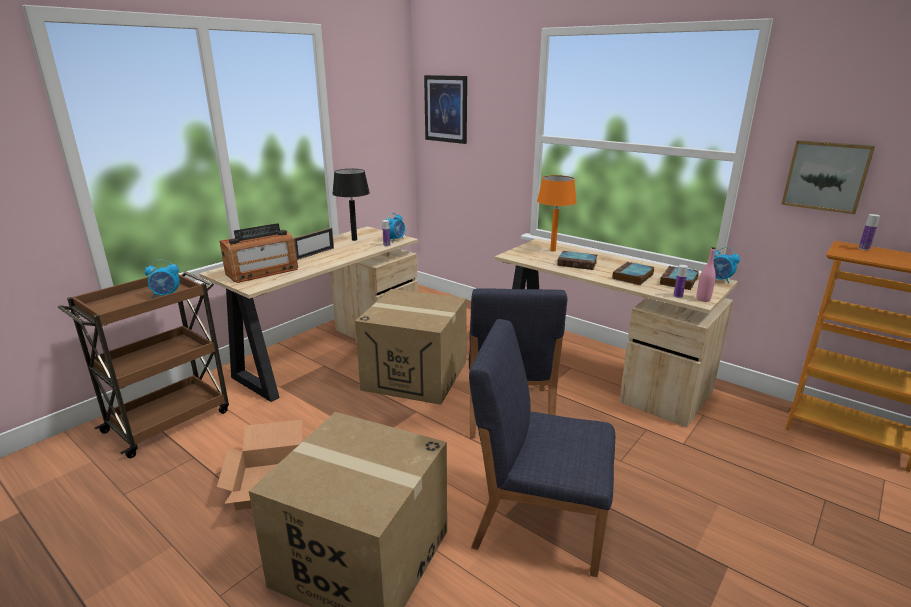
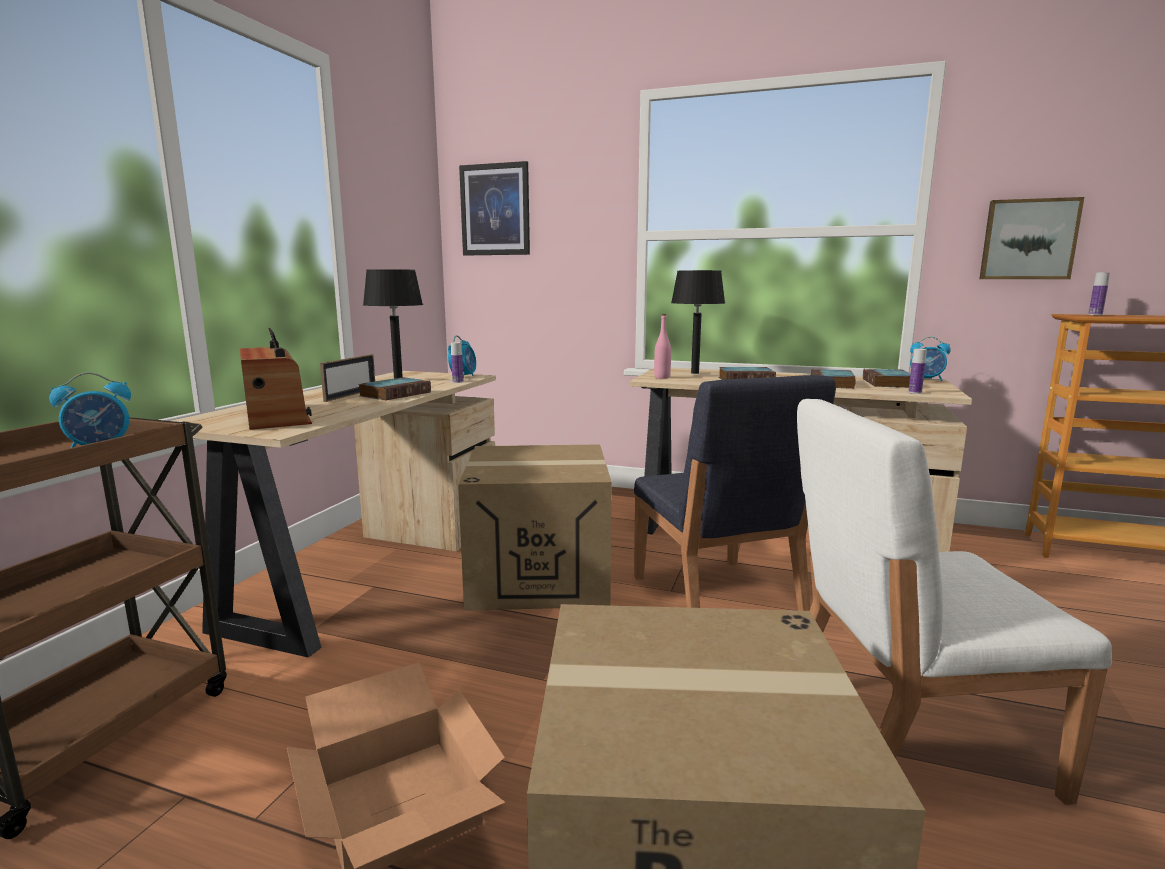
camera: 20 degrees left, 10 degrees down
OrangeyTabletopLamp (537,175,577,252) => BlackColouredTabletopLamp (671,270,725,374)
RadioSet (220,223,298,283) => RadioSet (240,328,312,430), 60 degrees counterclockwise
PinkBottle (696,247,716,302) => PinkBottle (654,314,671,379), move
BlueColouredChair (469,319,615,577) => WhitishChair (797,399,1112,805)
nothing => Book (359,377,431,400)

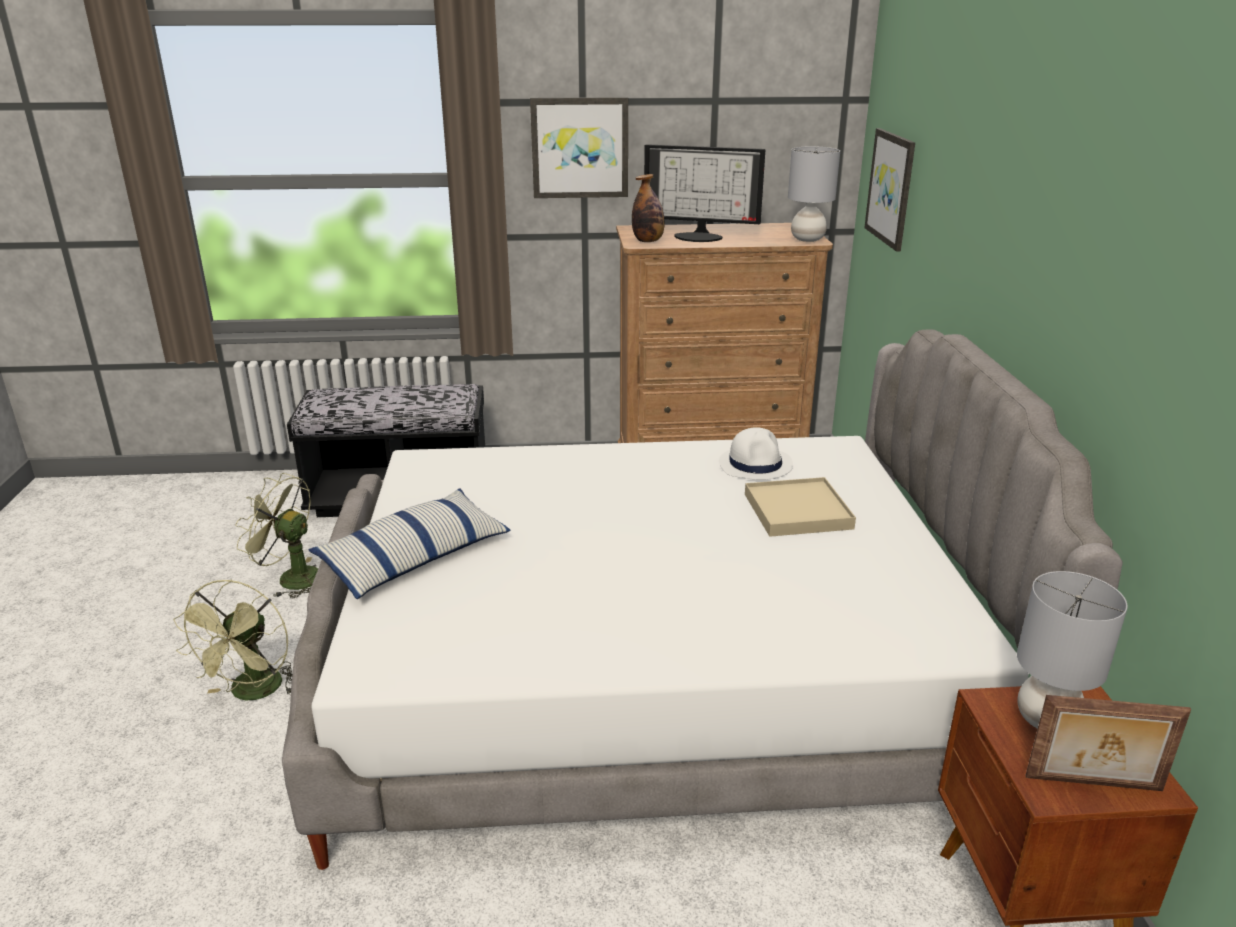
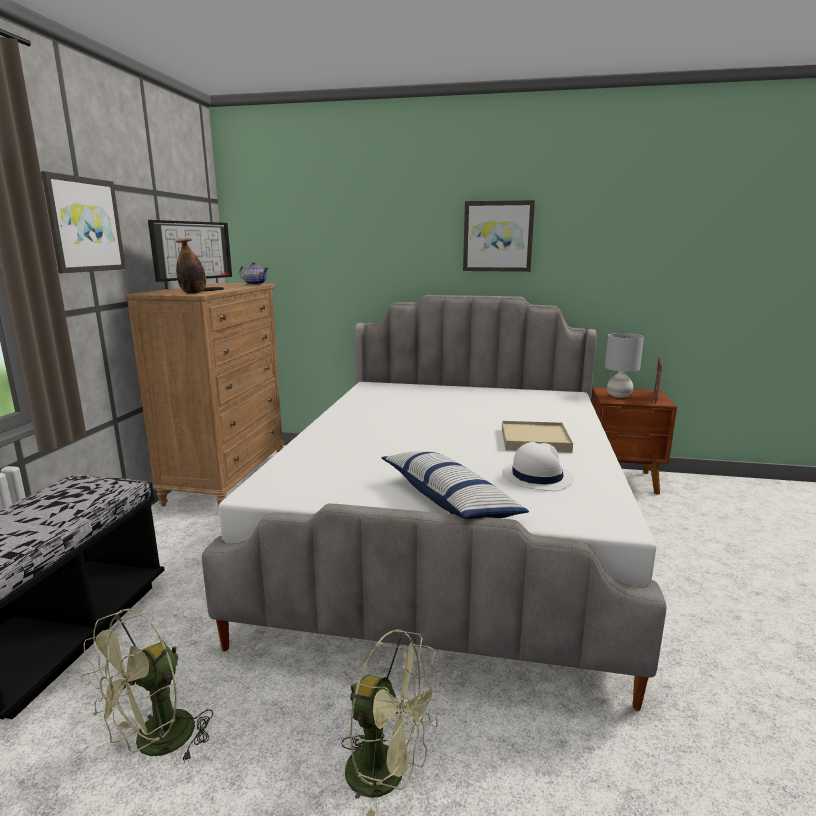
camera: 75 degrees left, 10 degrees down
Picture (864,128,915,252) => Picture (463,200,535,272), move
GreyTabletopLamp (788,146,840,242) => Teapot (240,262,269,285)
WhitishWearableHat (719,427,793,480) => WhitishWearableHat (502,442,574,491), move
SandColouredServingTray (745,477,856,537) => SandColouredServingTray (502,421,573,453), move

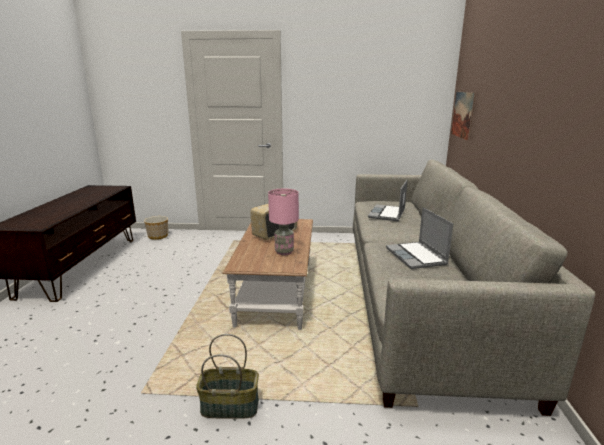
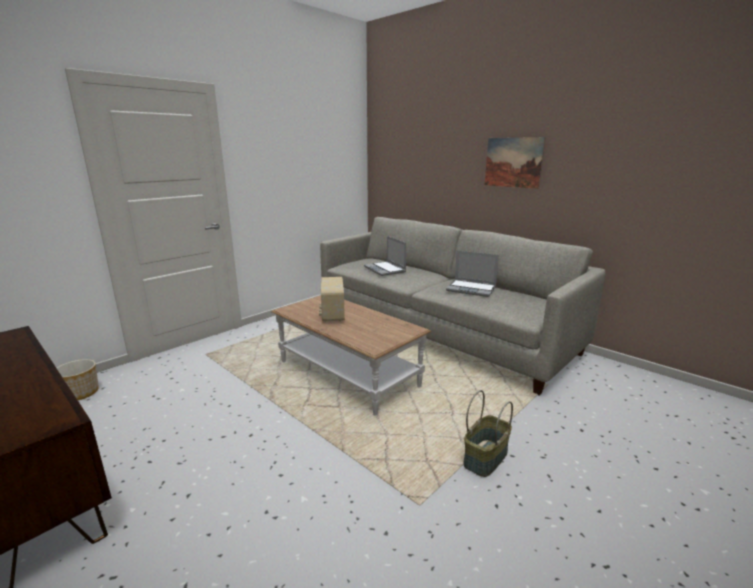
camera: 50 degrees left, 0 degrees up
Picture (451,92,476,141) => Picture (485,137,546,189), move
PinkTabletopLamp (268,189,299,255) => nothing

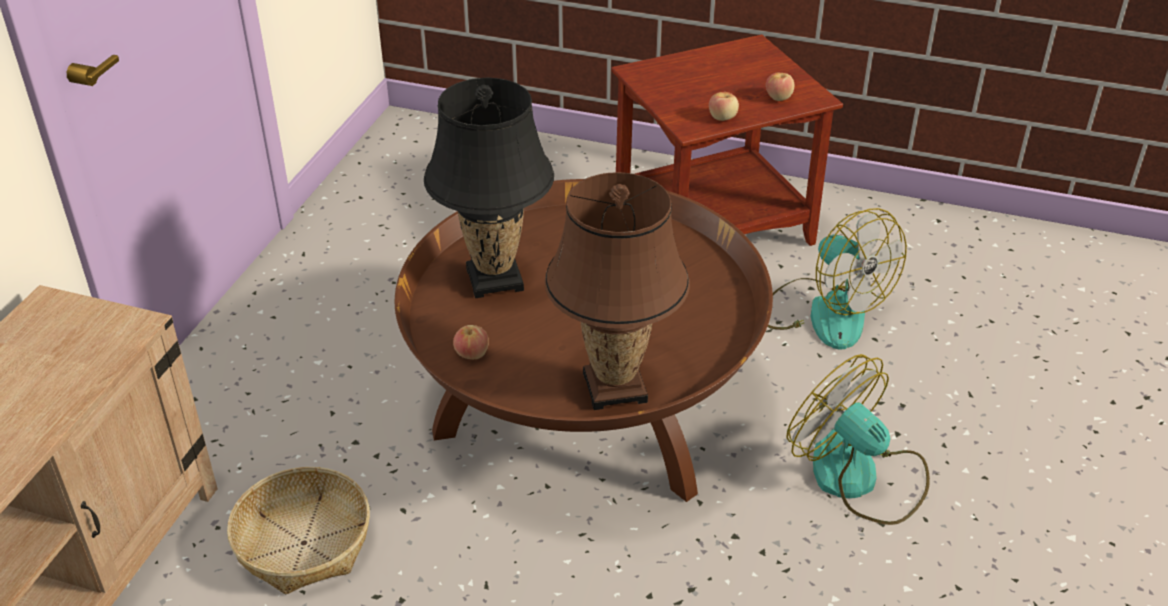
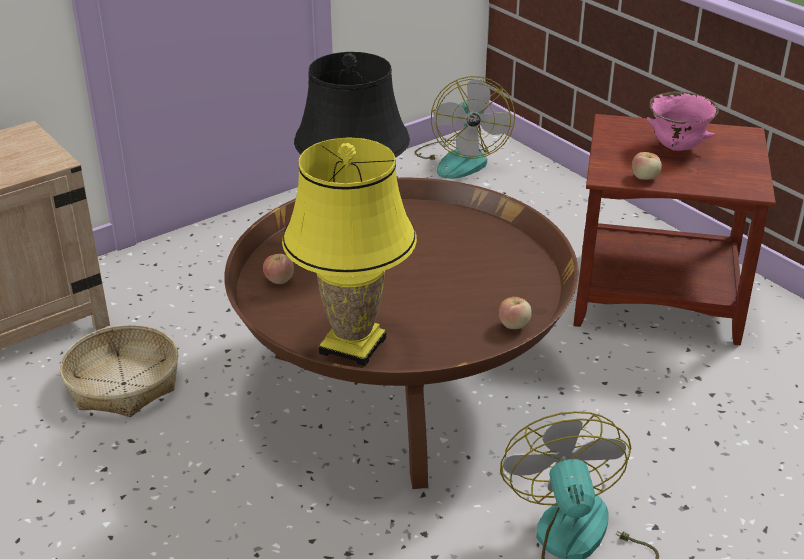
camera: 35 degrees right, 5 degrees down
WholeApple (766,73,794,101) => WholeApple (498,297,532,329), move
BrownColouredTabletopLamp (544,172,690,410) => YellowTabletopLamp (282,137,417,367)
CoolingFan (767,208,907,349) => CoolingFan (415,76,515,179), move
nothing => PinkServingBowl (647,91,719,151)

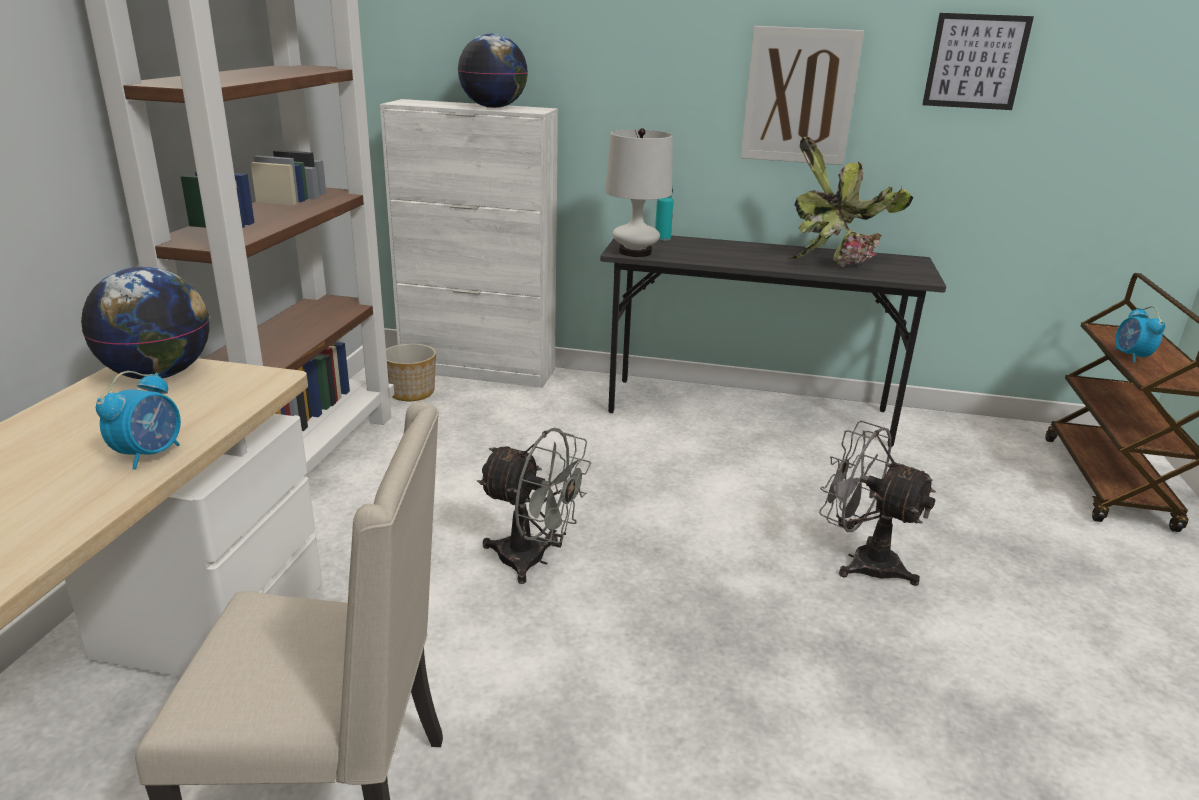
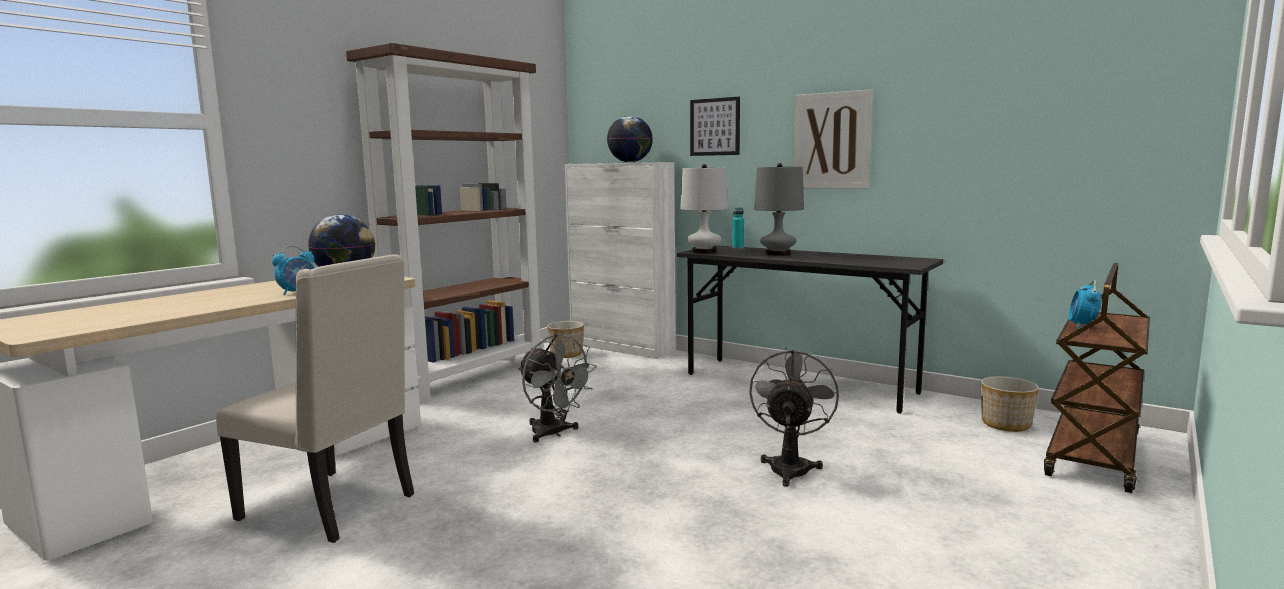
camera: 25 degrees right, 15 degrees down
Picture (922,13,1034,110) => Picture (690,97,740,156), move
Houseplant (788,137,913,267) => nothing
GreyCoolingFan (819,421,936,586) => GreyCoolingFan (749,347,839,487), 45 degrees clockwise
nothing => GreyTabletopLamp (754,163,804,256)
nothing => Planter (981,376,1039,432)

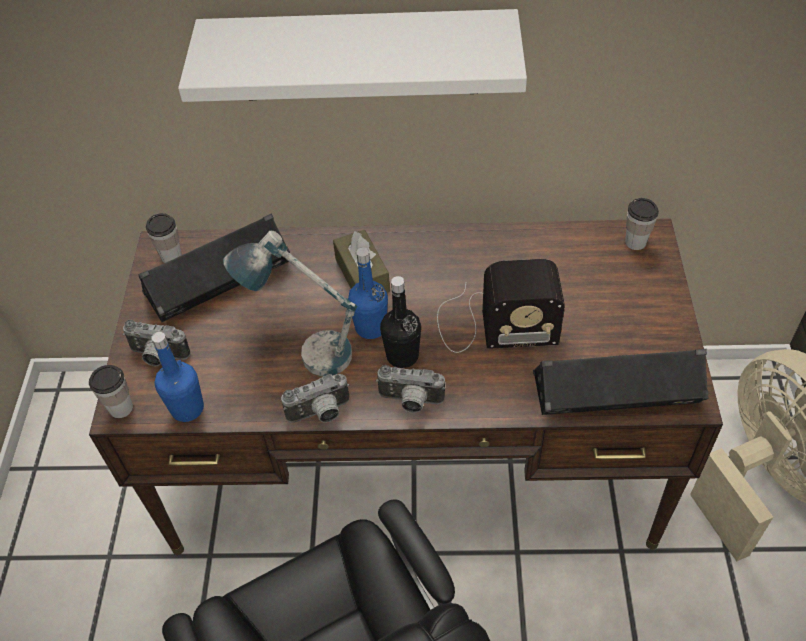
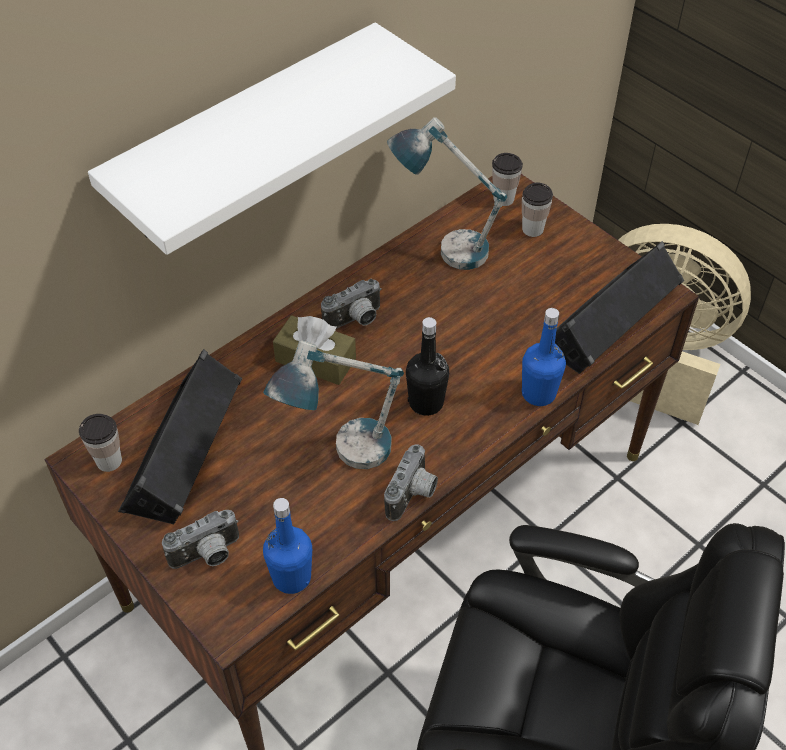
camera: 45 degrees left, 0 degrees up
BlueColouredBottle (348,247,388,339) => BlueColouredBottle (522,308,566,406), move
RadioSet (437,259,565,353) => nothing
Cup (89,365,133,418) => Cup (522,183,553,237), move
StillCamera (376,365,445,413) => StillCamera (321,279,382,329), move
nothing => TabletopLamp (387,117,507,270)

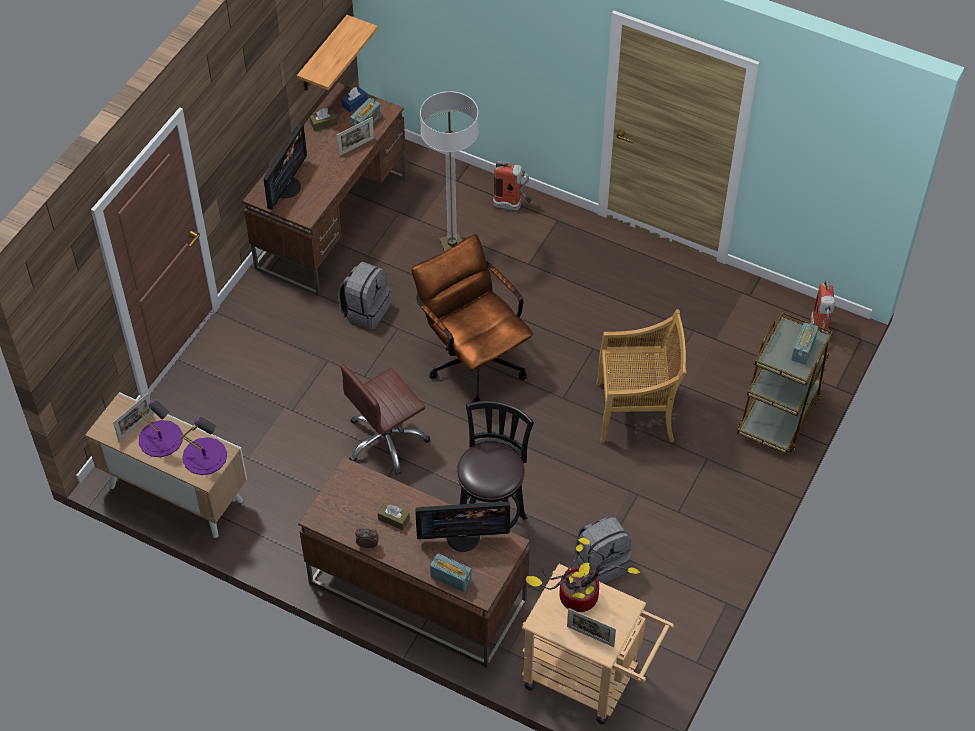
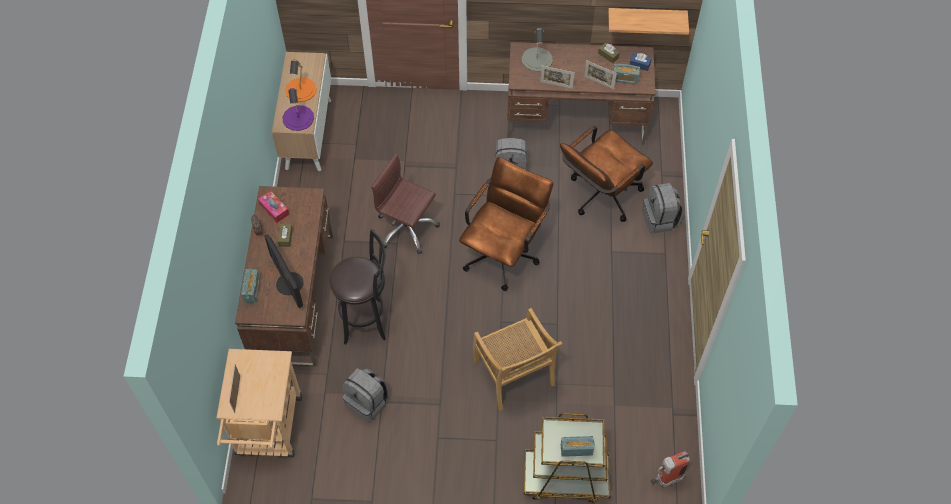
camera: 65 degrees right, 5 degrees up
FloorLamp (420,91,479,252) => BrownColouredComputerChair (560,126,653,222)
ComputerDisplay (264,124,307,210) => GreyTabletopLamp (522,28,553,72)
Extinguisher (493,161,532,211) => GreyBackpack (643,183,683,234)
PhotoFrame (113,393,154,442) => PhotoFrame (540,65,575,89), move
PurpleColouredTabletopLamp (139,400,183,457) => OrangeyTabletopLamp (285,59,317,102)
Houseplant (526,538,640,612) => nothing
nothing => BoxOfTissues (258,191,289,223)

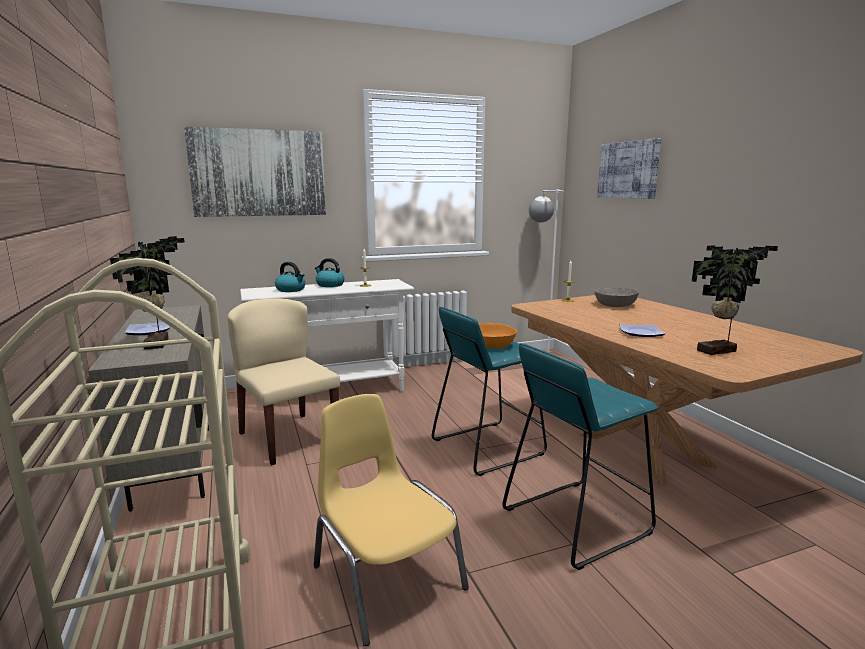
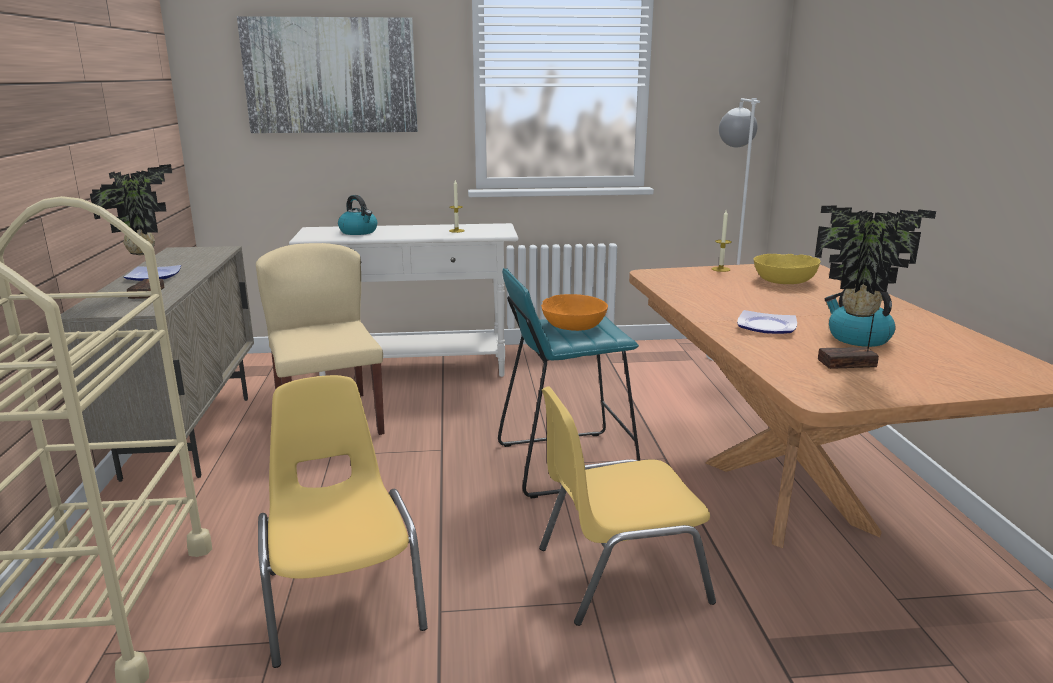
camera: 15 degrees right, 5 degrees up
Picture (597,138,661,199) => nothing
WaterKettle (315,258,344,287) => WaterKettle (825,289,896,347), move
GreyServingBowl (594,287,639,307) => YellowServingBowl (754,254,821,284)
TurquoiseStool (502,343,658,570) => YellowChair (539,386,716,626)

